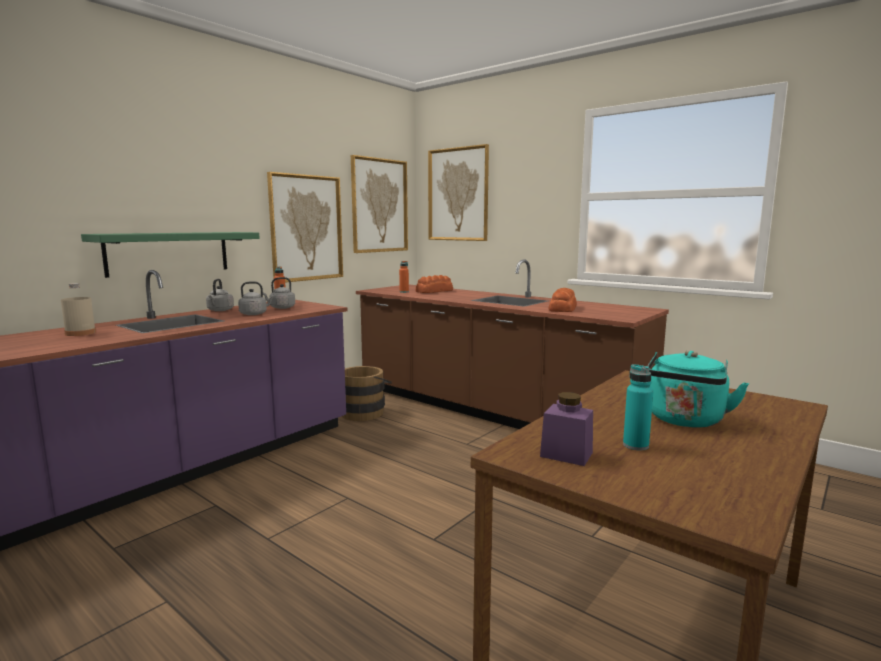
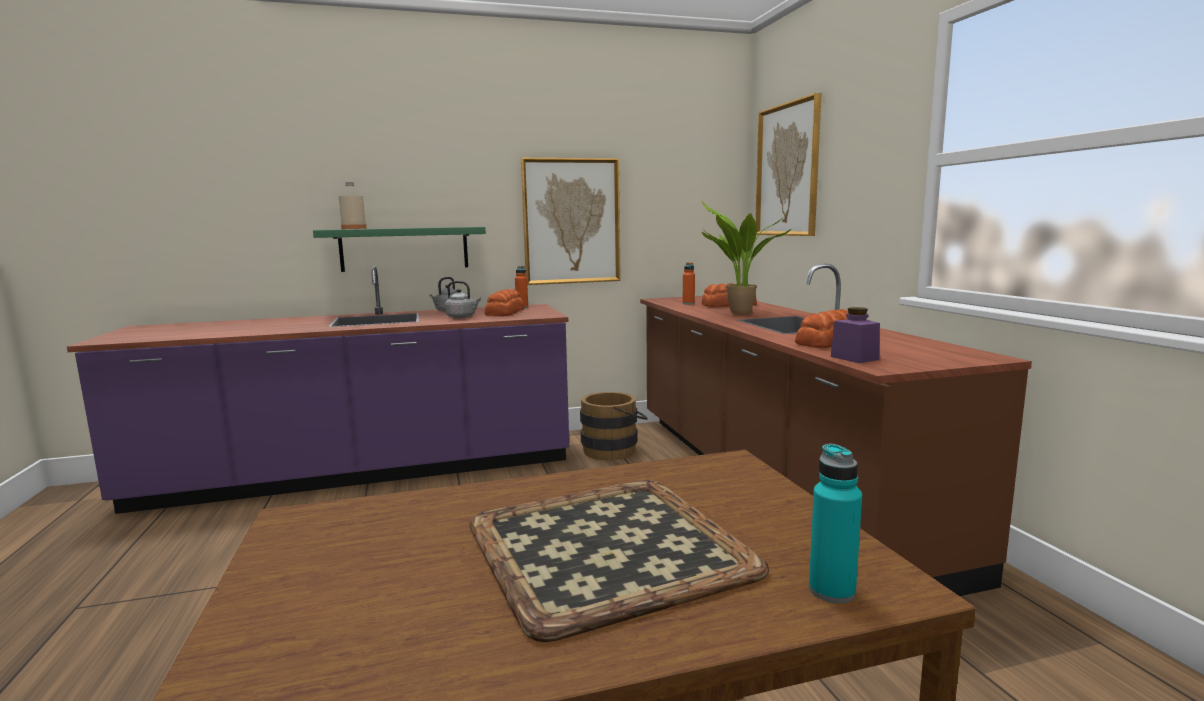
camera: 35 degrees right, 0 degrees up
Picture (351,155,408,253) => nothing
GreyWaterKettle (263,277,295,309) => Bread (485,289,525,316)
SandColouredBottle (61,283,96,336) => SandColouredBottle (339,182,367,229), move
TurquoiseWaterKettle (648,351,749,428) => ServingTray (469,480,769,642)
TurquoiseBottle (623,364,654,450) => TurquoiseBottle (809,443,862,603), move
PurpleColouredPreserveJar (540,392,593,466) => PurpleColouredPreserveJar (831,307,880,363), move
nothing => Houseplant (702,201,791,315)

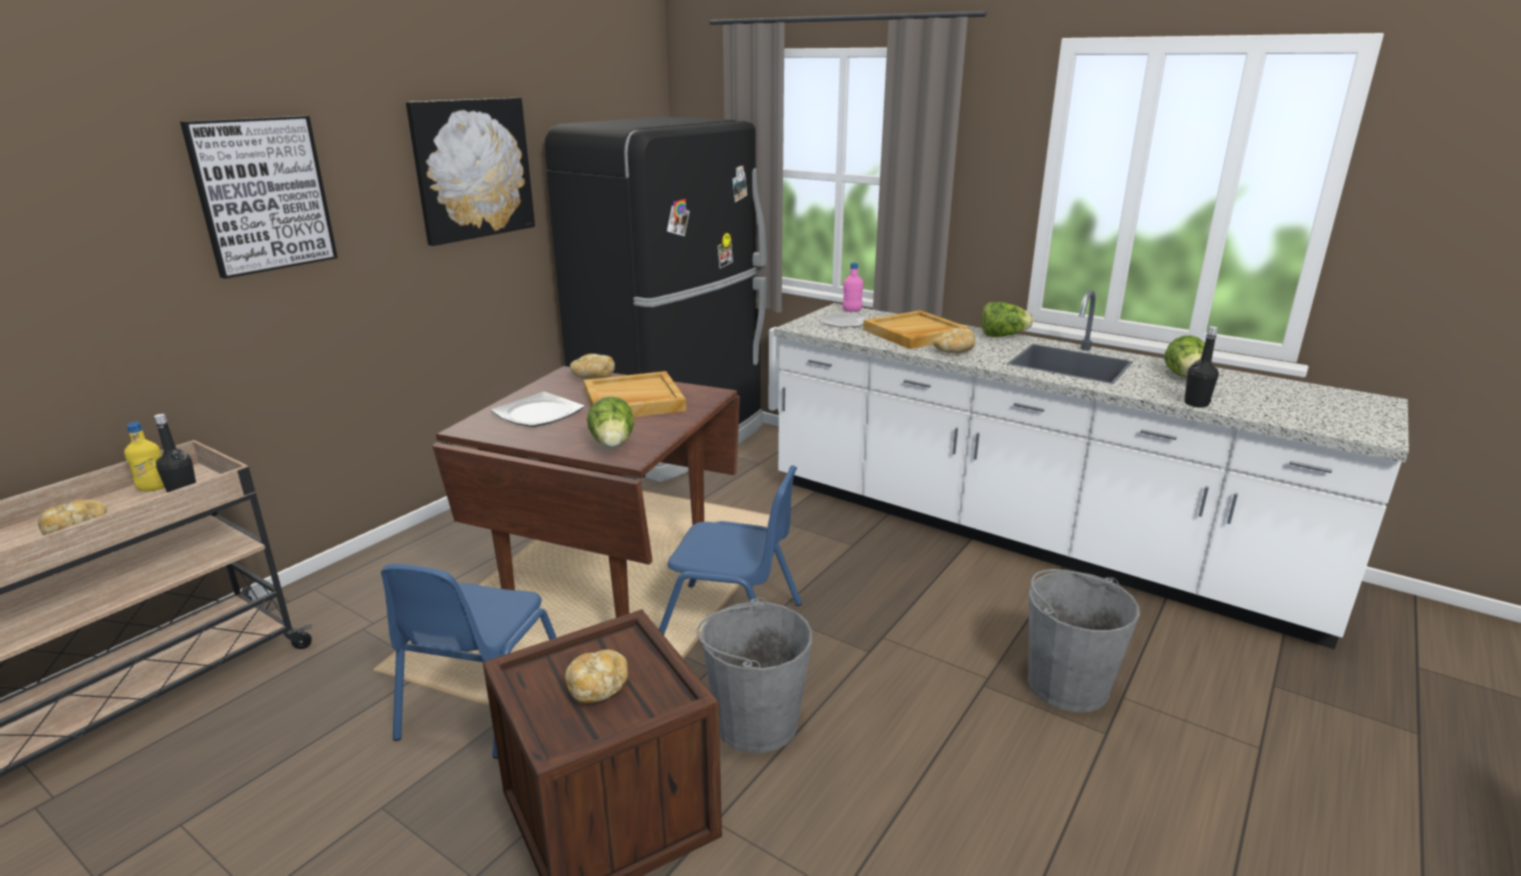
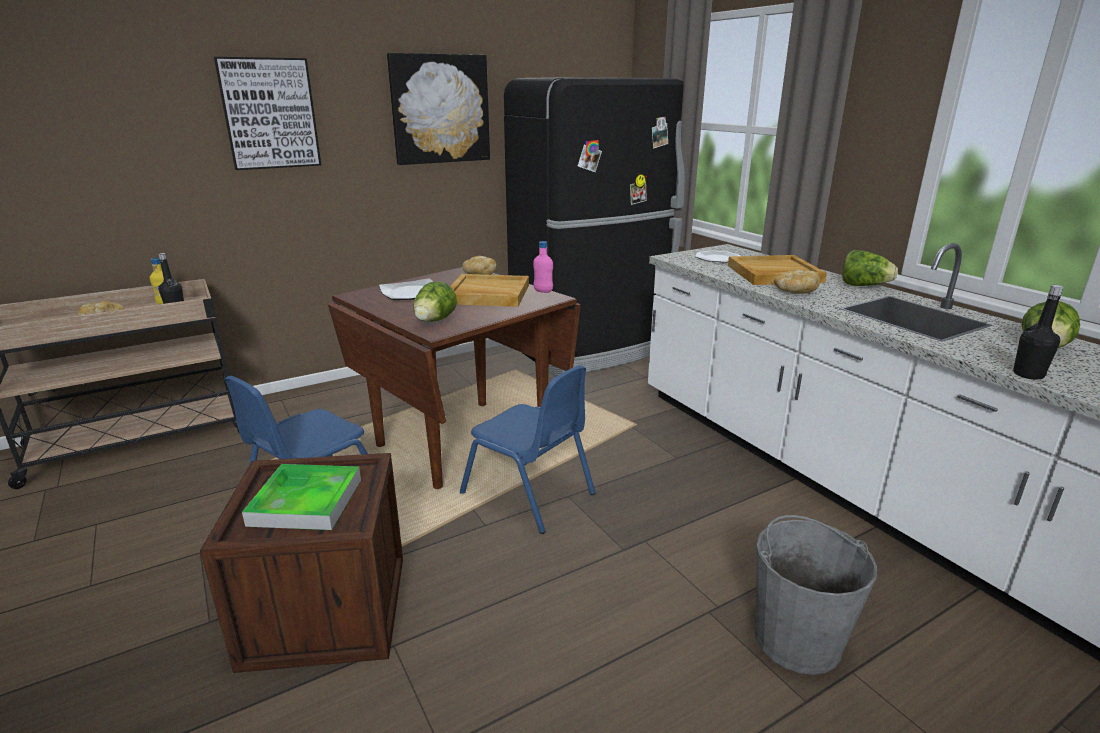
camera: 25 degrees right, 0 degrees up
PinkBottle (843,262,864,312) => PinkBottle (533,241,553,293), move
GreyWaterBucket (697,597,812,753) => nothing
Bread (565,649,628,703) => ServingTray (242,464,361,530)

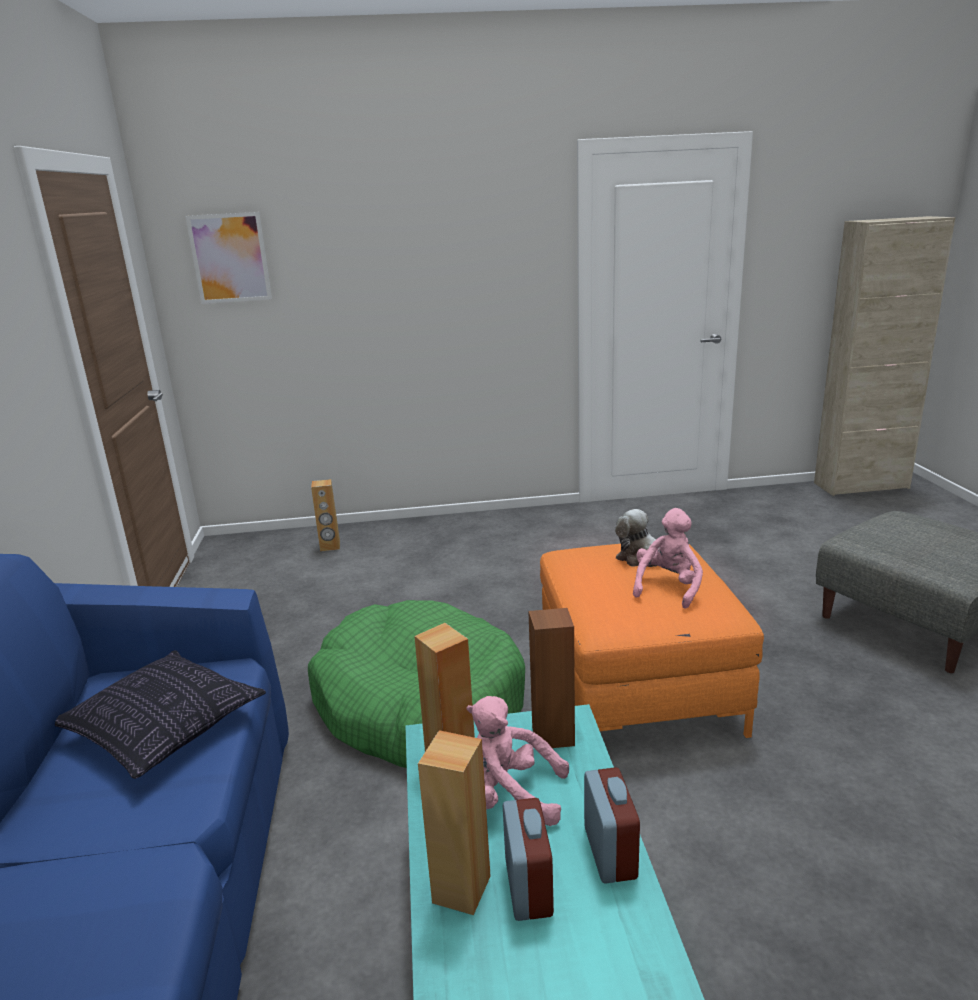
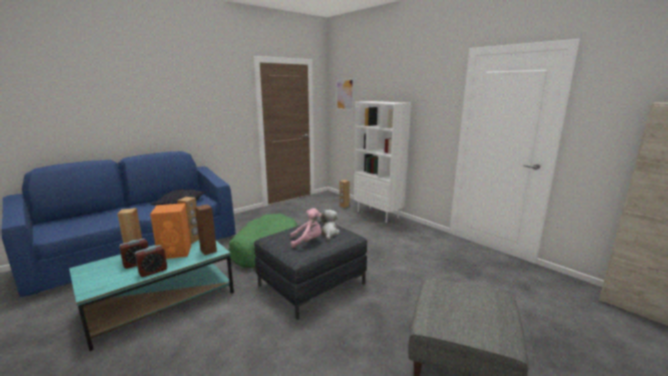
camera: 55 degrees right, 5 degrees down
OrangeyFootrest (540,544,764,738) => GreyFootrest (254,220,367,320)
PinkSoftToy (466,696,569,826) => OrangeyLoudspeaker (150,203,191,259)
nothing => WhitishBookcase (354,101,411,223)

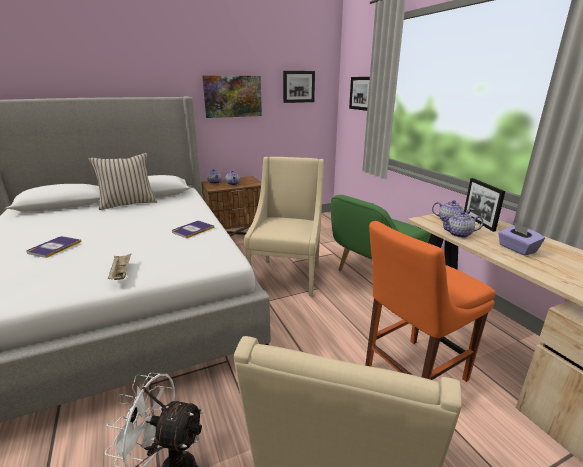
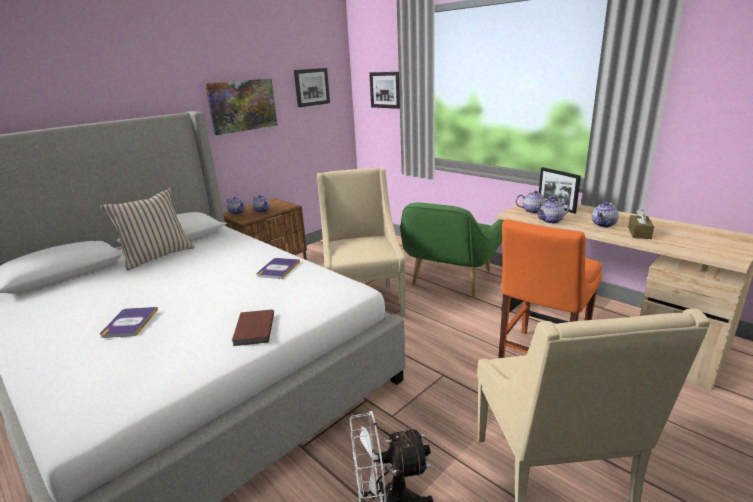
camera: 20 degrees left, 0 degrees up
PurpleColouredBoxOfTissues (498,222,545,256) => Teapot (592,202,619,227)
SandColouredServingTray (108,254,131,280) => BrownColouredBook (232,309,274,346)
nothing => BrownColouredBoxOfTissues (628,208,654,239)

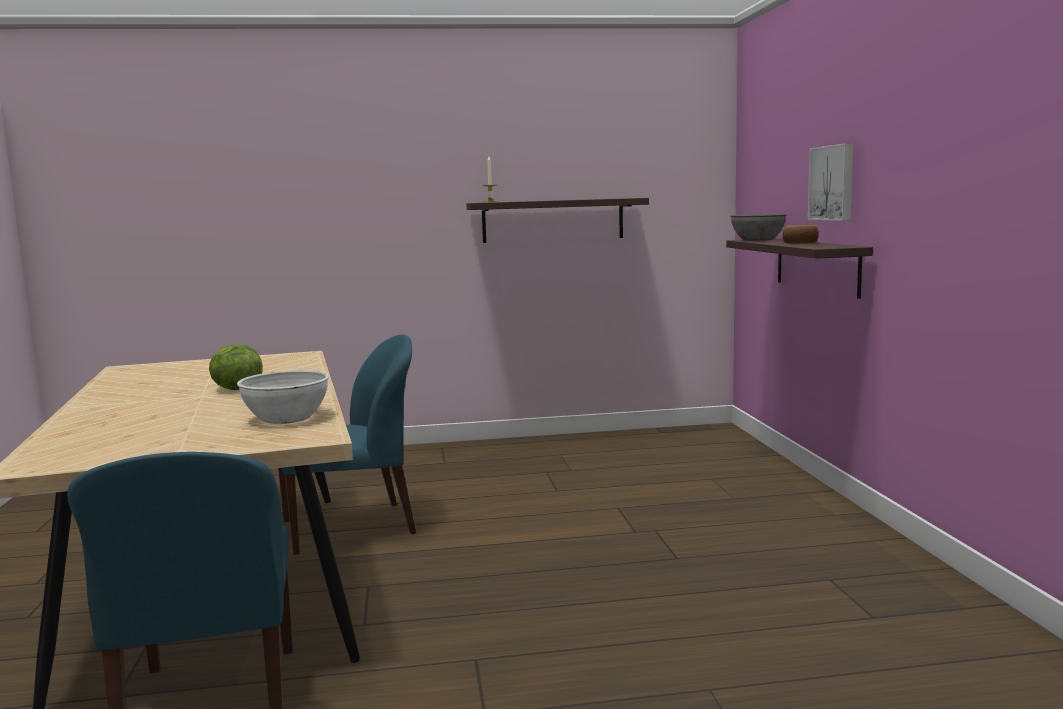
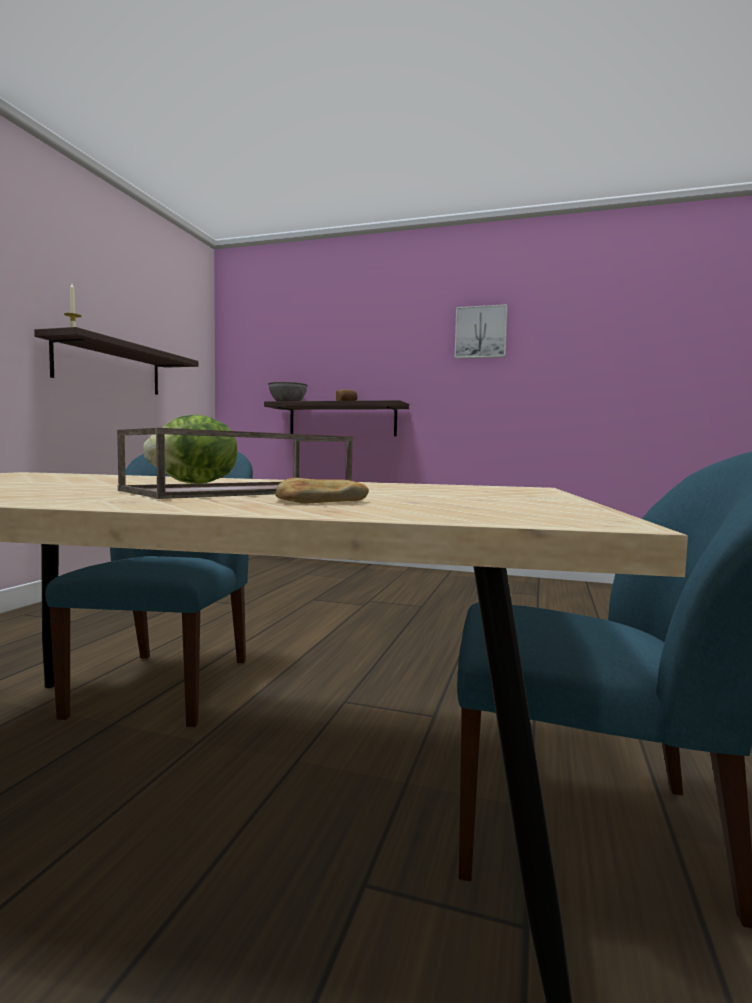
camera: 65 degrees left, 5 degrees down
Picture (808,143,854,221) => Picture (455,304,508,359), move
WhitishServingBowl (237,370,329,424) => nothing
nothing => BrownColouredServingTray (117,428,353,499)
nothing => Bread (275,478,369,504)

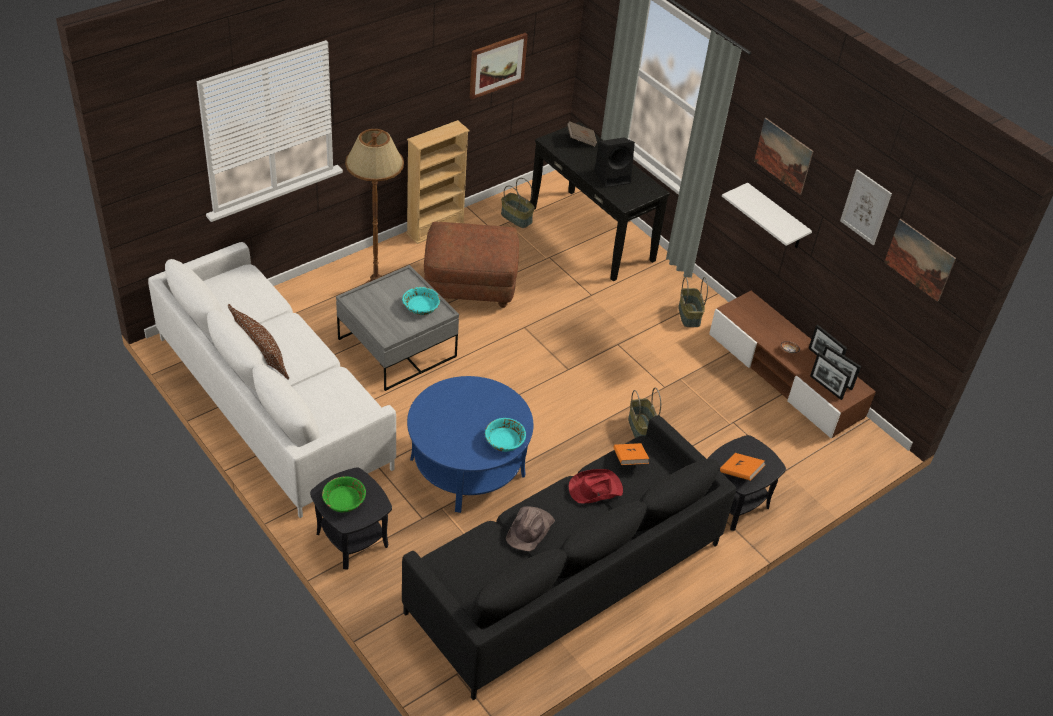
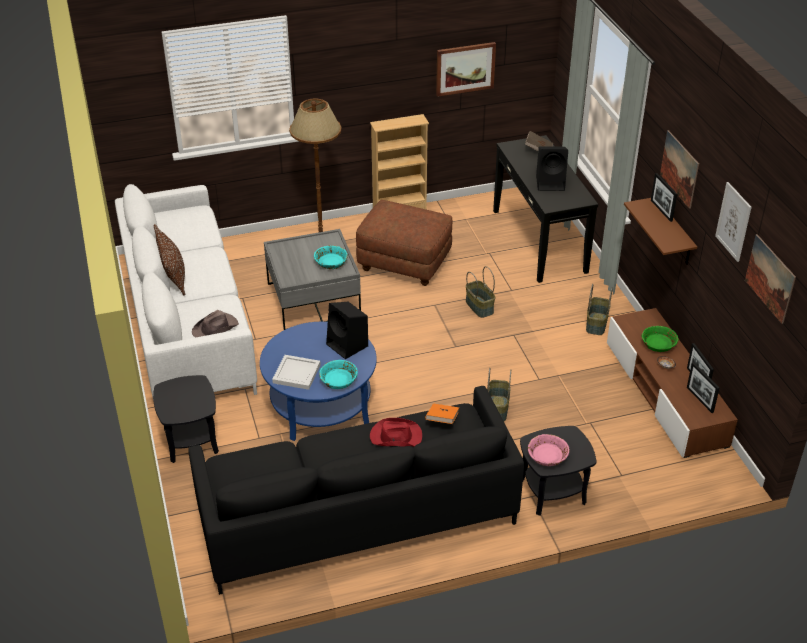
camera: 25 degrees right, 5 degrees down
StorageBasket (501,178,535,228) => StorageBasket (466,266,495,318), move
WhitishWallShelf (722,183,812,248) => BrownColouredWallShelf (624,198,697,265)
PhotoFrame (810,352,851,400) => PhotoFrame (651,173,677,222), move
OrangeyBook (720,453,765,481) => PinkServingBowl (528,434,570,466)
GreenishServingBowl (322,476,366,513) => GreenishServingBowl (642,326,679,352), move
BrownColouredWearableHat (506,506,555,551) => BrownColouredWearableHat (192,310,239,338), move
nothing => BlackColouredLoudspeaker (326,302,368,359)
nothing => WhitishServingTray (272,355,321,390)

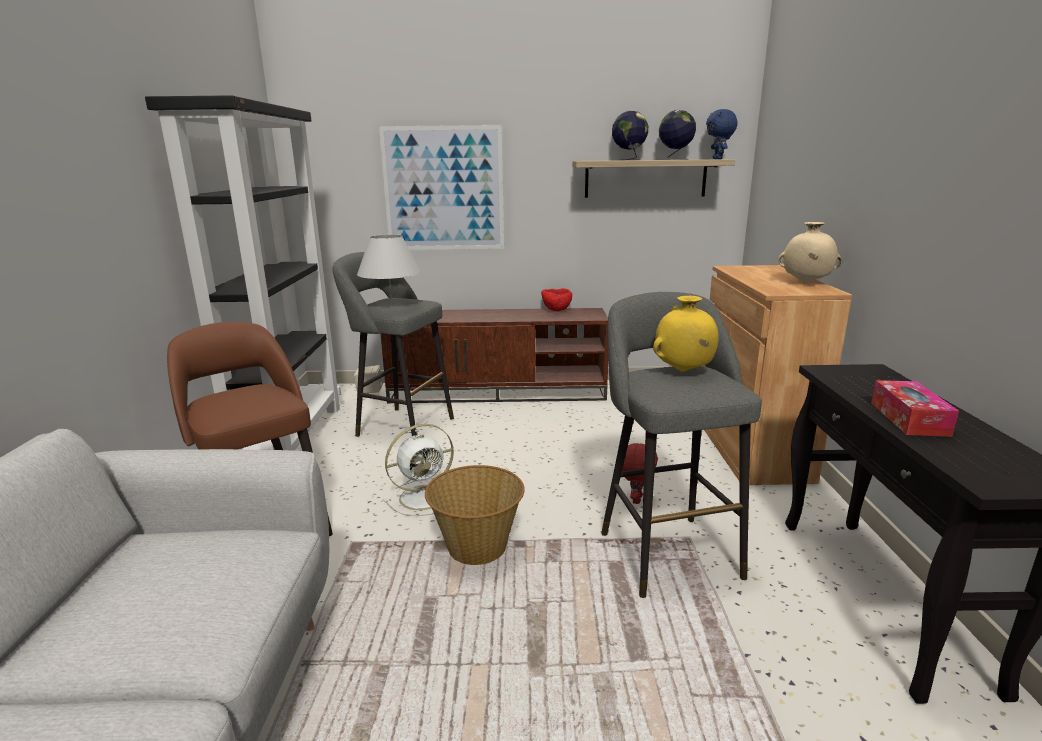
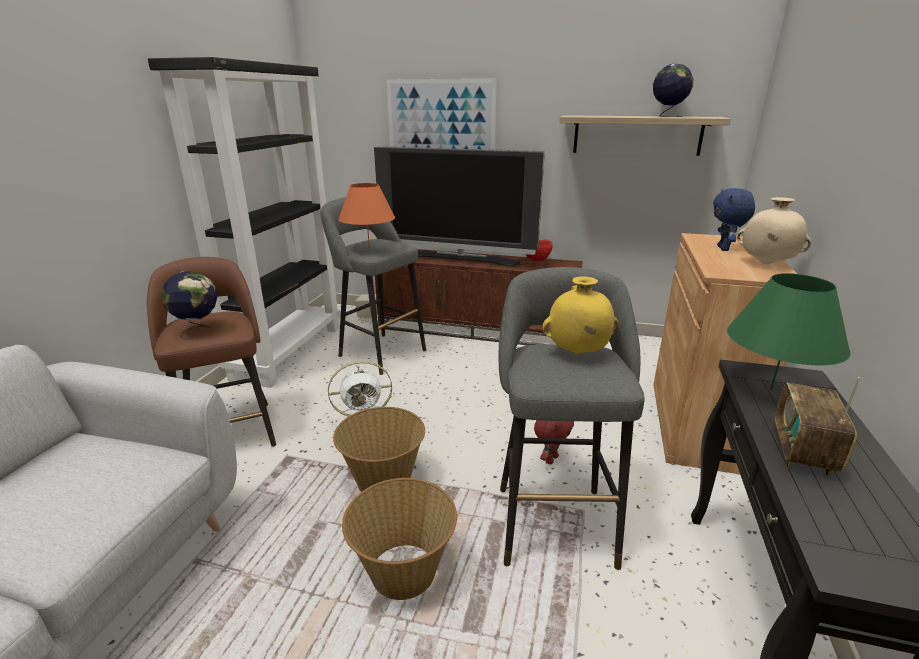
camera: 15 degrees right, 5 degrees up
BlueColouredSoftToy (706,109,737,159) => BlueColouredSoftToy (713,188,755,251), move
WorldGlobe (612,111,648,160) => WorldGlobe (162,271,217,340), move
WhitishTabletopLamp (357,234,421,306) => OrangeyTabletopLamp (338,183,395,248)
BoxOfTissues (871,380,959,437) => RadioSet (775,377,860,477)
nothing => Tv (374,146,545,267)
nothing => GreenishTabletopLamp (727,273,851,390)
nothing => StorageBasket (342,478,457,600)

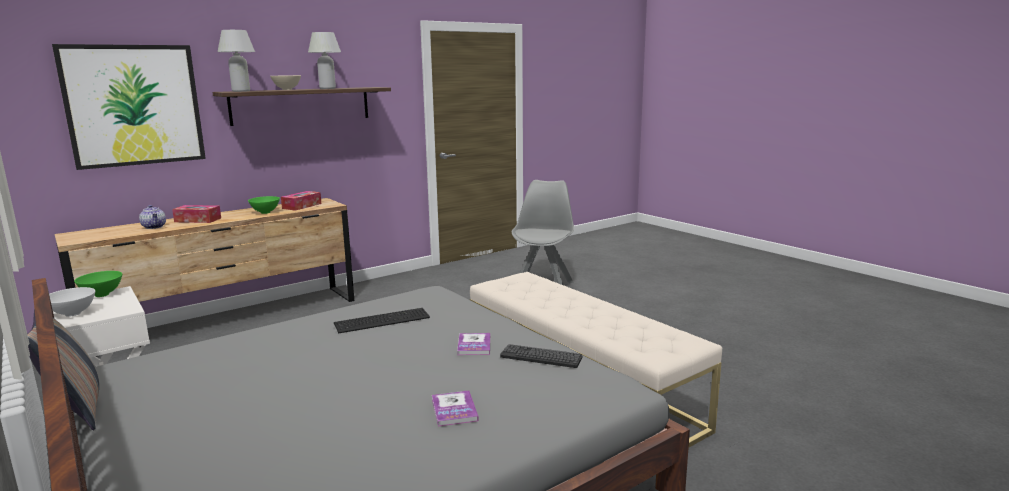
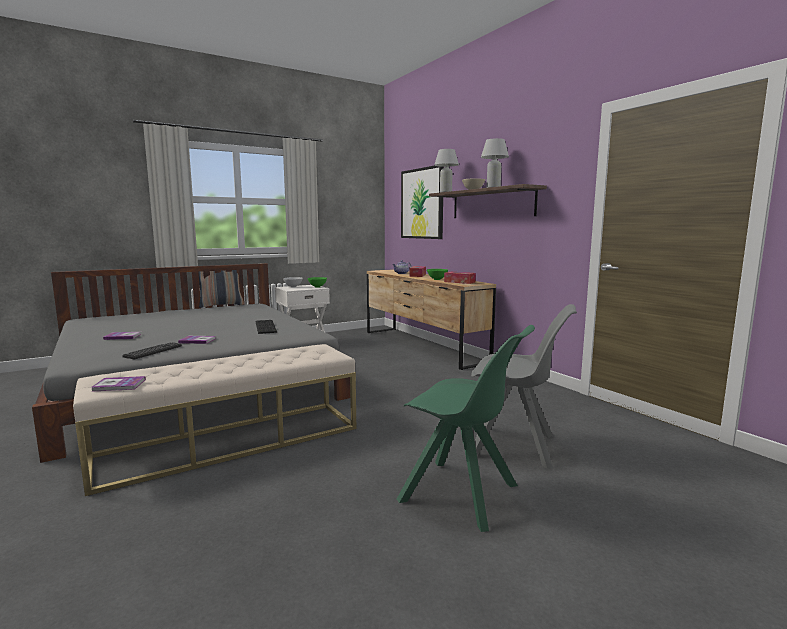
camera: 95 degrees right, 5 degrees down
nothing => GreenishChair (397,325,535,532)
nothing => Book (91,376,146,392)

